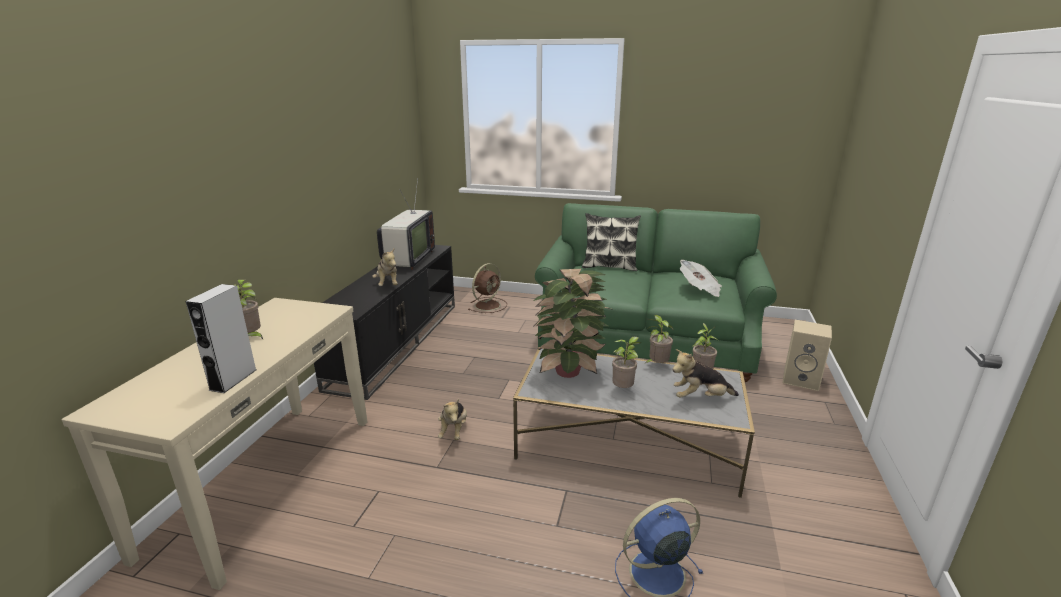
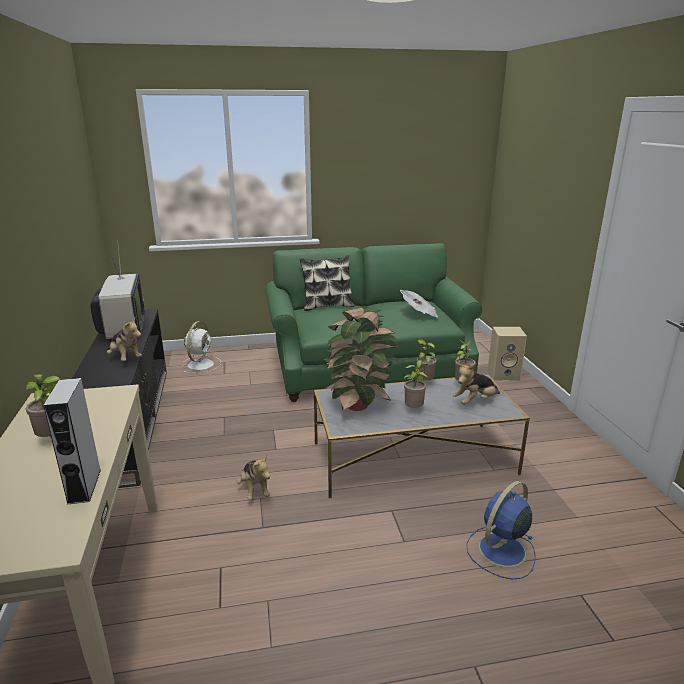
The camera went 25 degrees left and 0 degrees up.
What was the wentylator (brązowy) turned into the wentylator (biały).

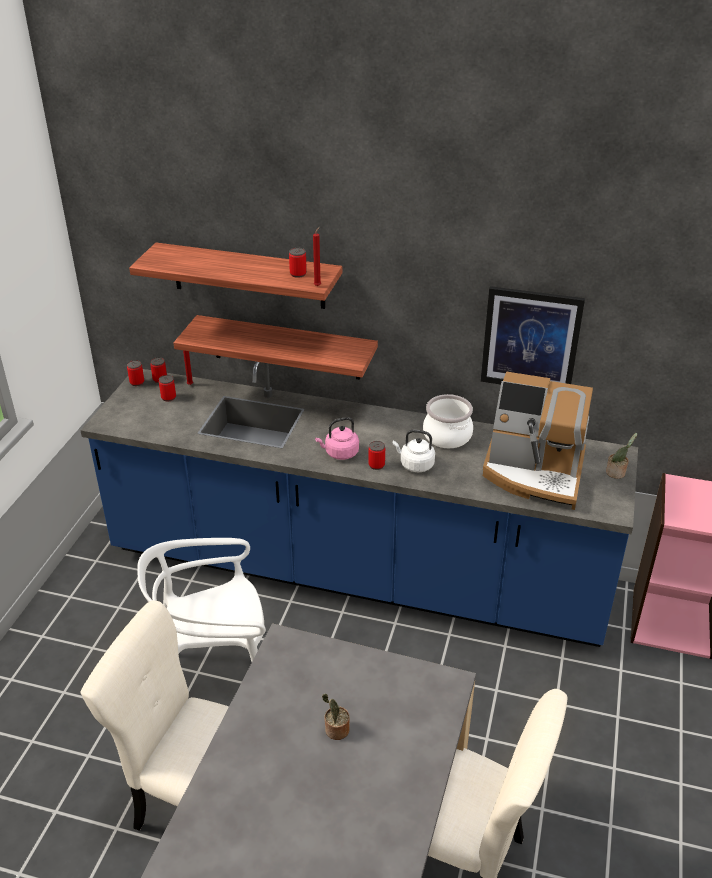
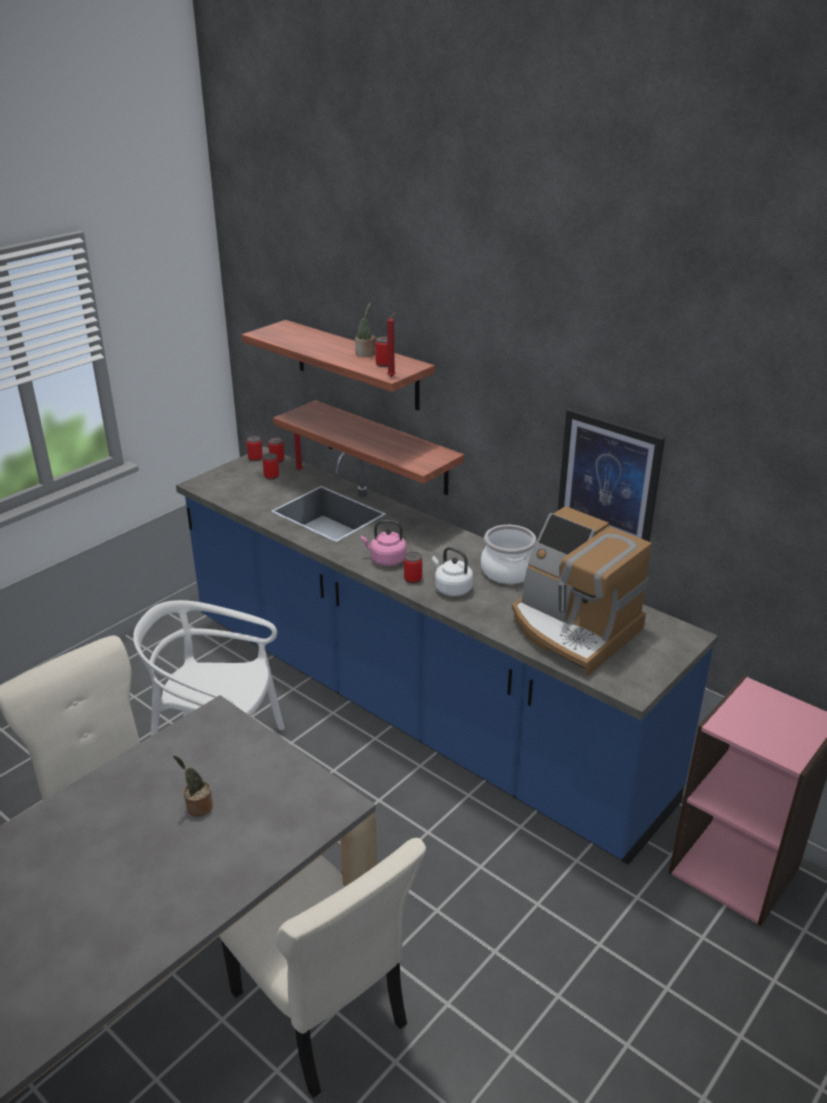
The camera went 25 degrees right and 5 degrees down.
The roślina doniczkowa (no. 2 from left) ended up elsewhere.

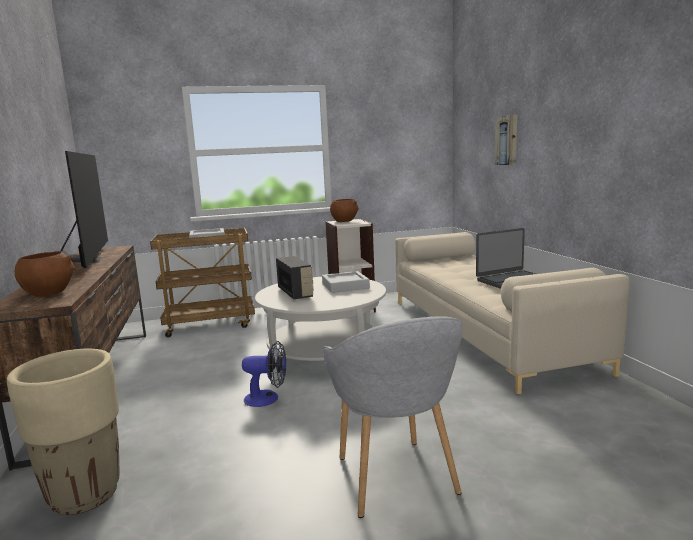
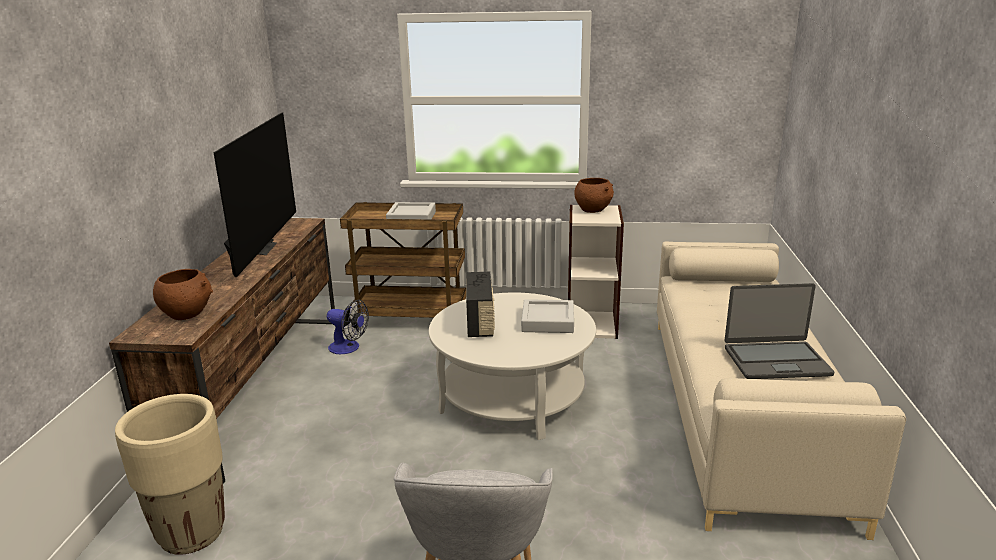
The camera went 20 degrees right and 10 degrees up.
The wentylator ended up elsewhere.
The second view lost the obraz.

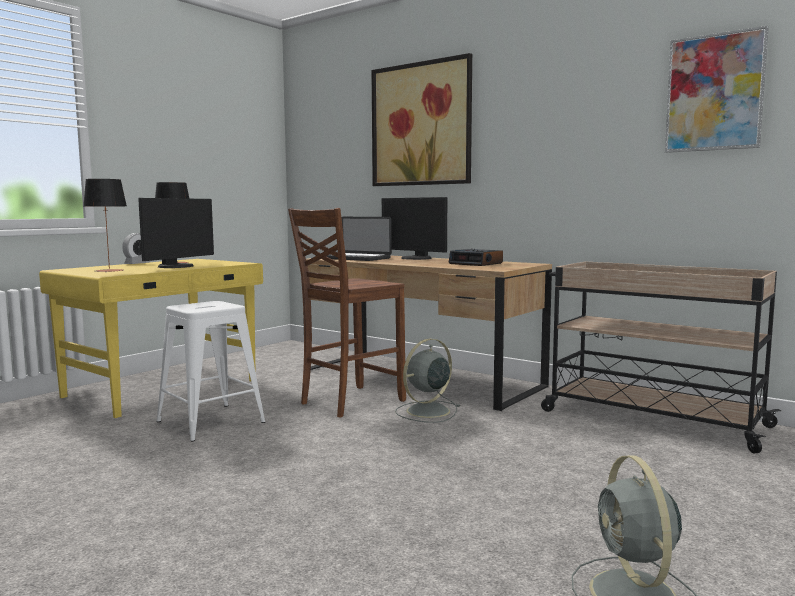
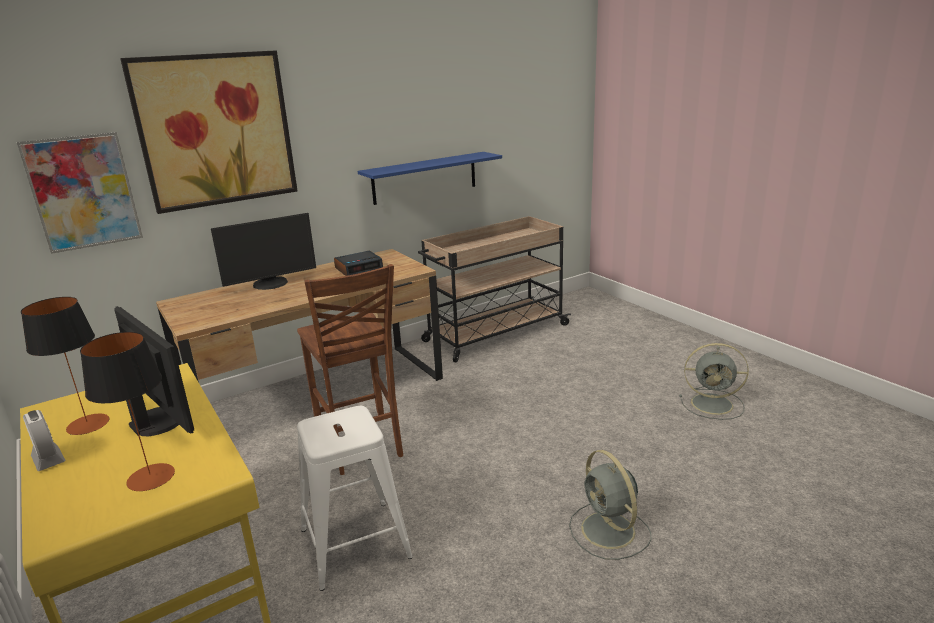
The camera went 70 degrees left and 15 degrees up.
The obraz (no. 2 from left in the first image) ended up elsewhere.
The second view gained the półka (niebieski).
The wentylator (szary) (no. 1 from left) ended up elsewhere.
The second view lost the laptop.

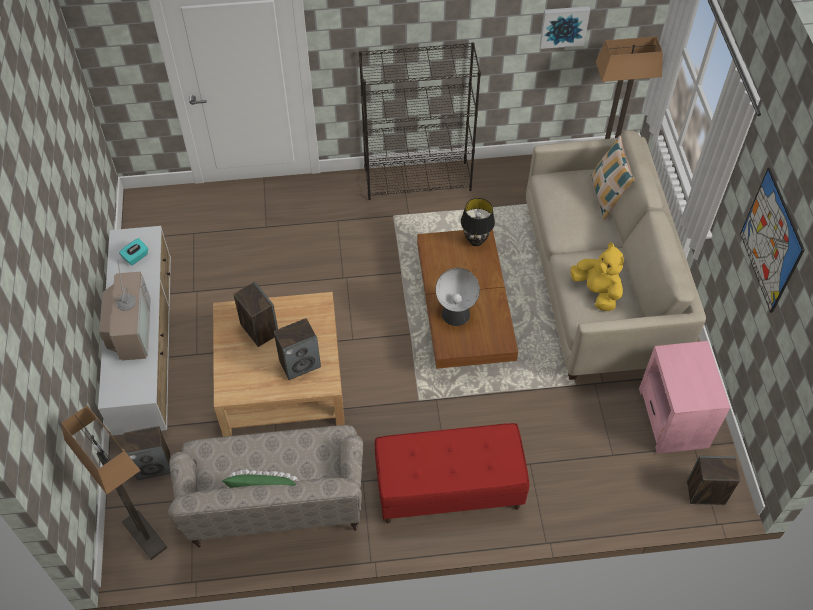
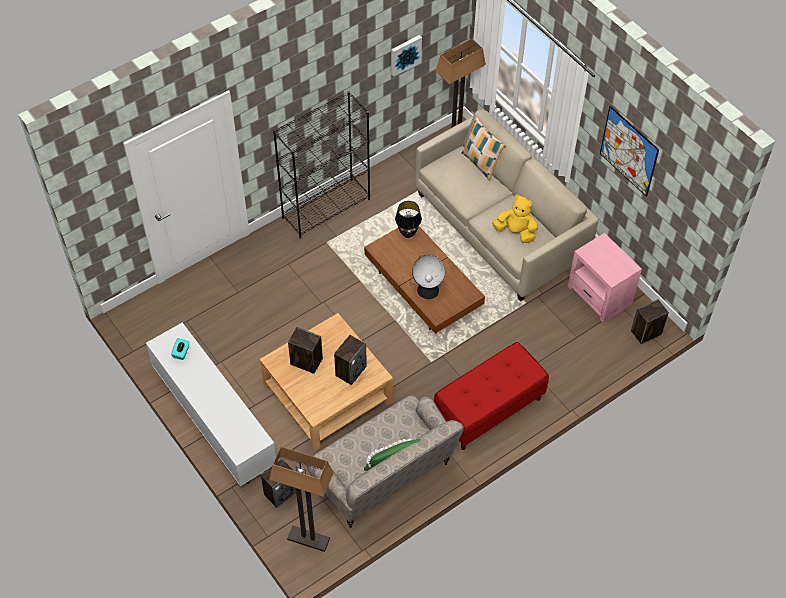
The camera went 30 degrees left and 0 degrees up.
The second view lost the telewizor.

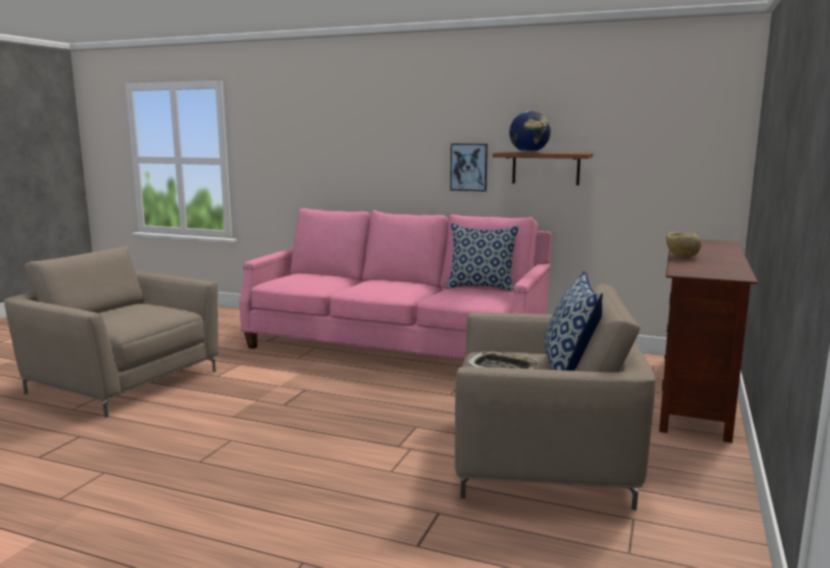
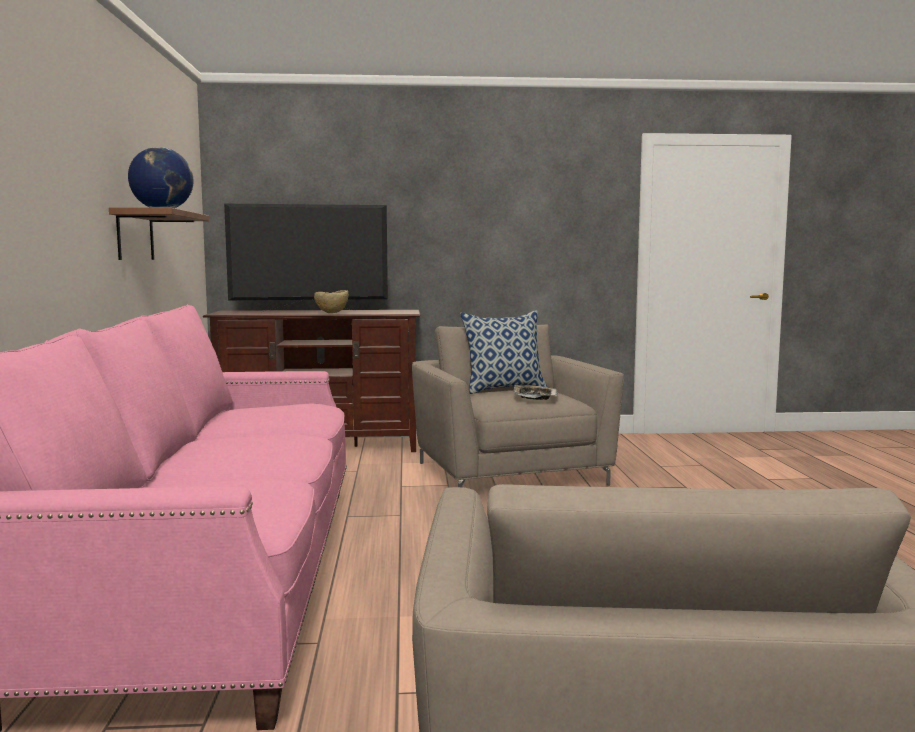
The camera went 115 degrees left and 5 degrees down.
The second view gained the telewizor.
The second view lost the poduszka (no. 1 from left).
The second view lost the obraz.

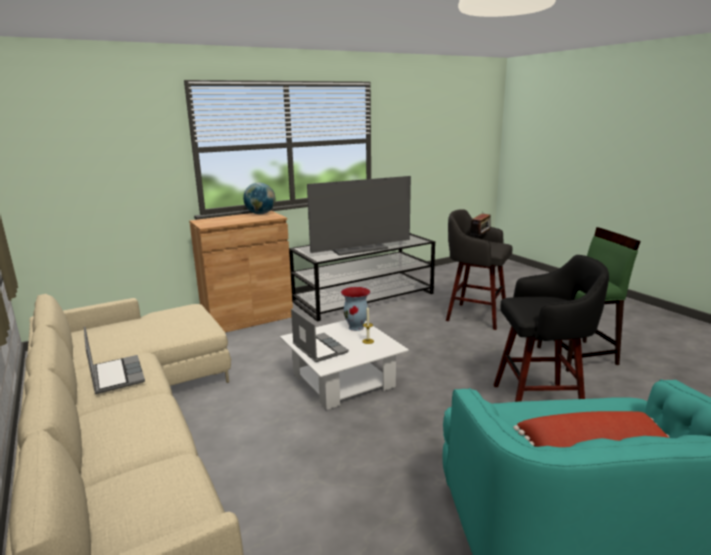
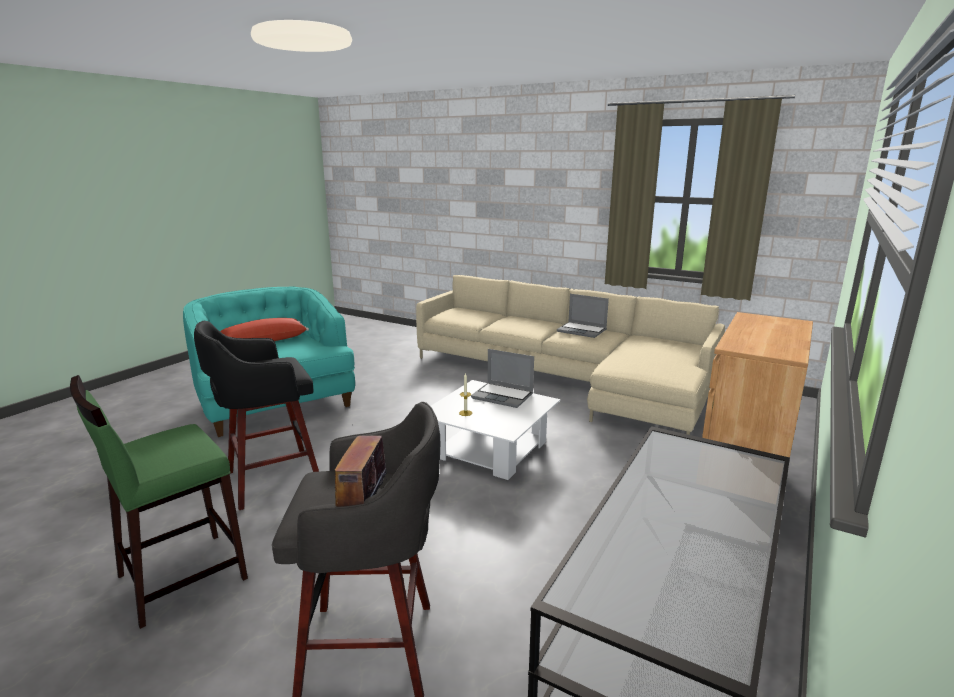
The camera went 150 degrees right and 0 degrees up.
The second view lost the globus.
The second view lost the telewizor.
The second view lost the wazon.

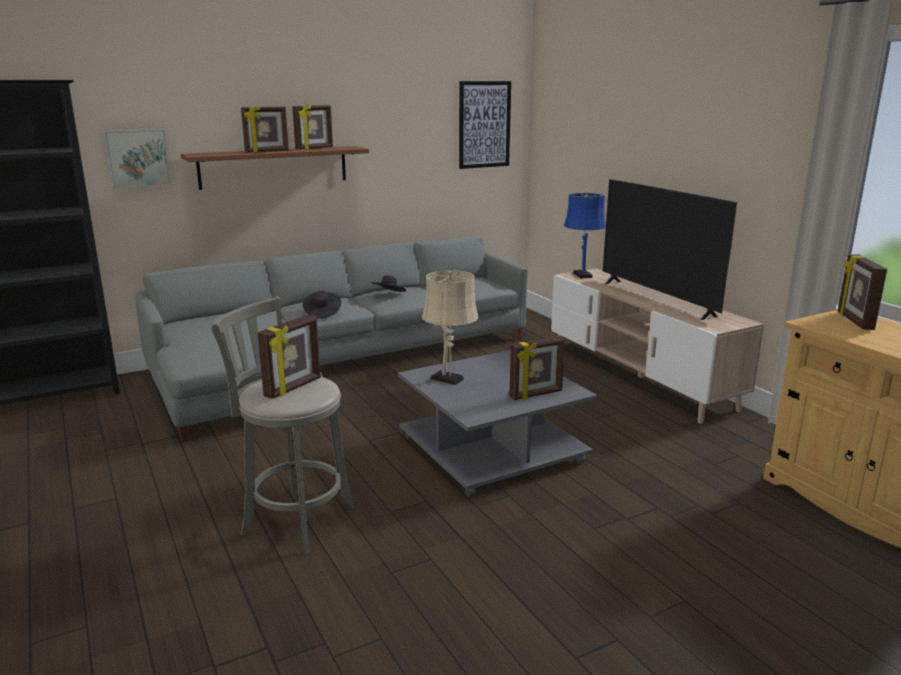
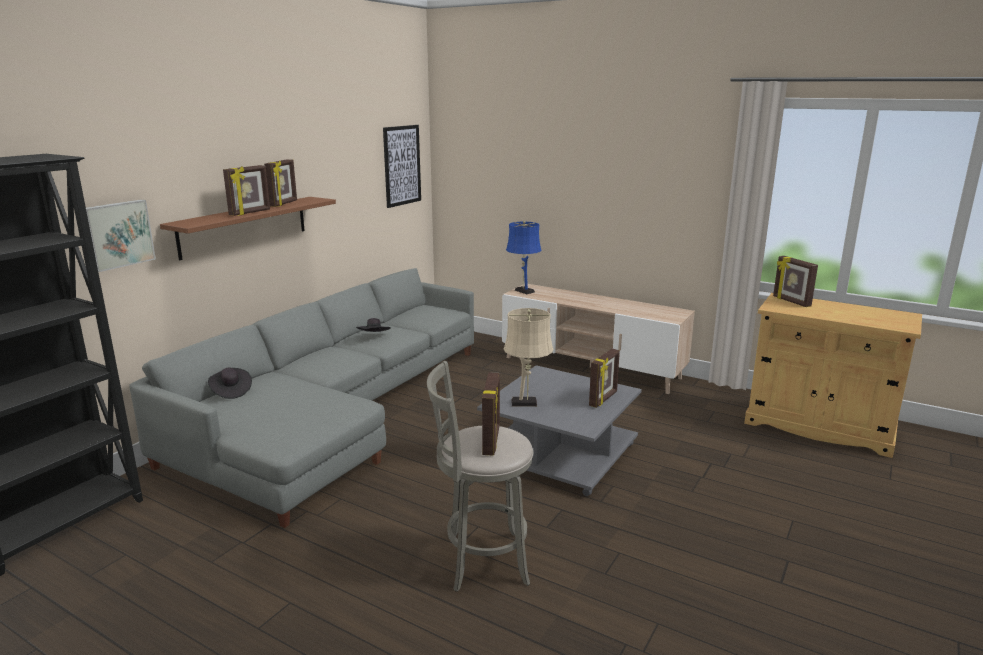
The camera went 30 degrees left and 0 degrees up.
The kapelusz (czarny) (no. 1 from left) ended up elsewhere.
The second view lost the telewizor.

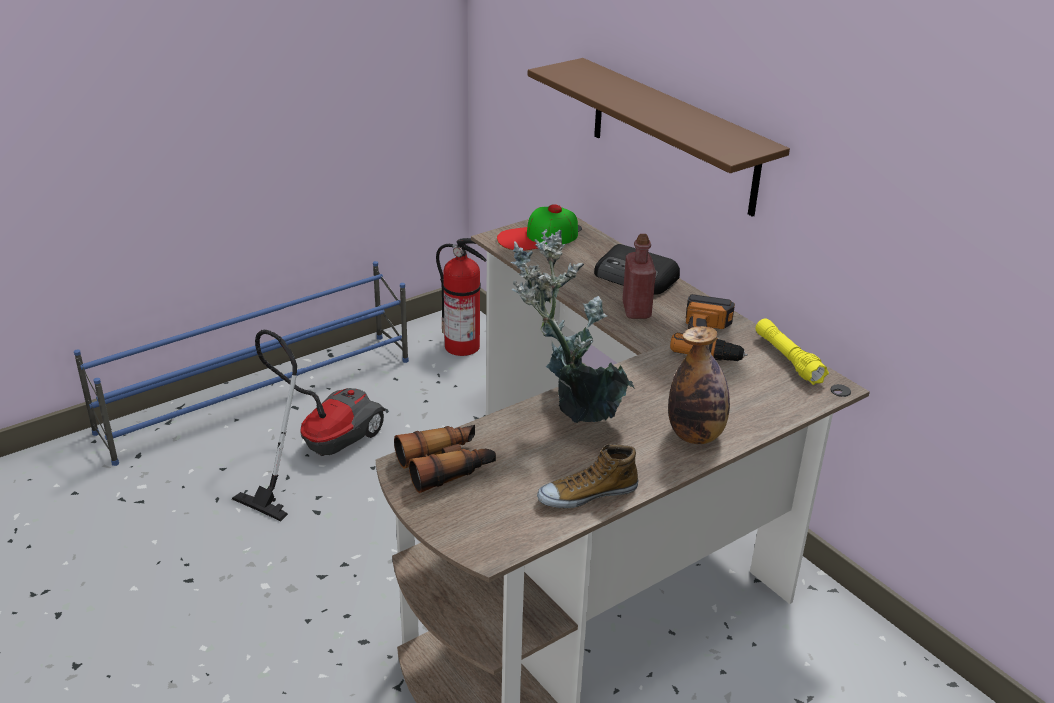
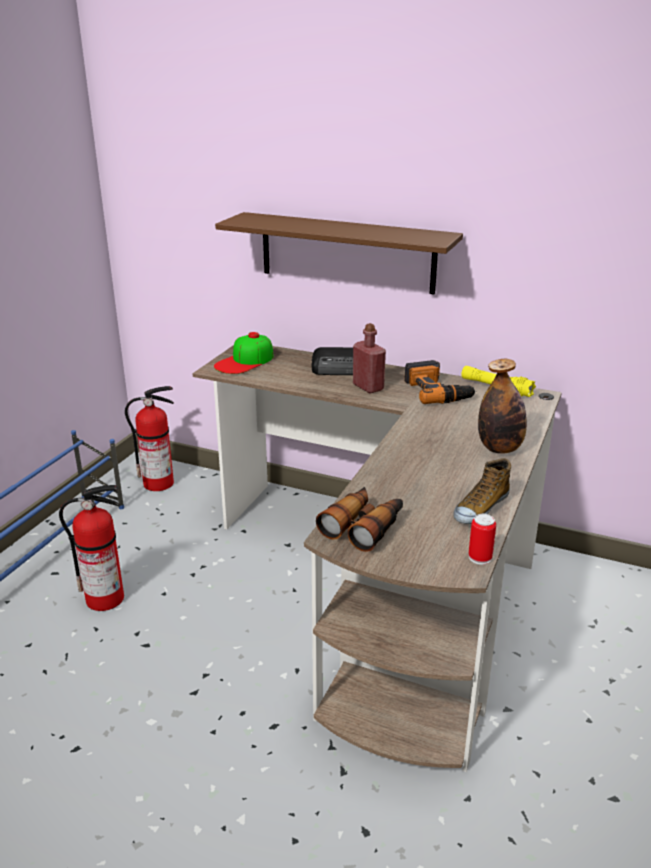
The camera went 30 degrees left and 5 degrees down.
Where the odkurzacz stood, the gaśnica (no. 1 from left) came to stand.
The second view gained the puszka.
The second view lost the roślina doniczkowa.

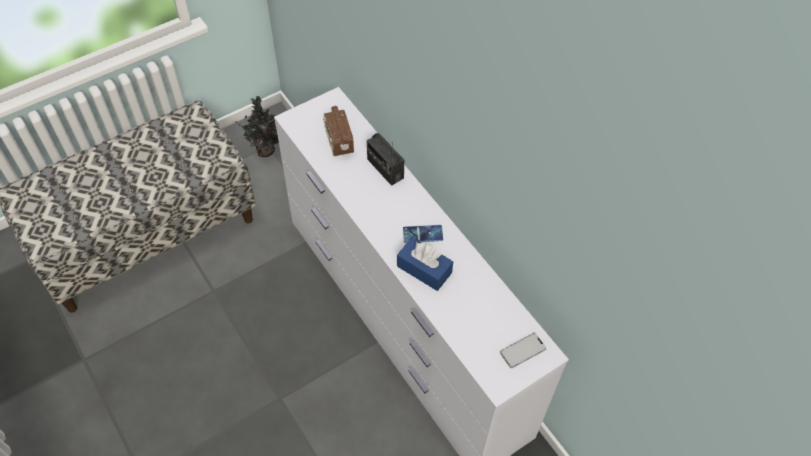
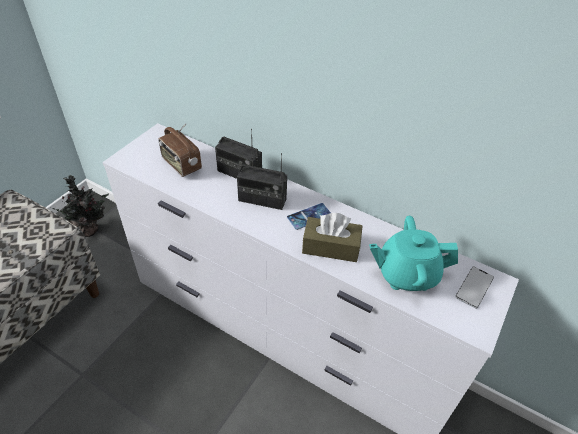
The camera went 25 degrees left and 10 degrees down.
The second view gained the radio (no. 3 from left).
What was the pudełko chusteczek (niebieski) turned into the pudełko chusteczek (brązowy).
The second view gained the imbryk (turkusowy).

